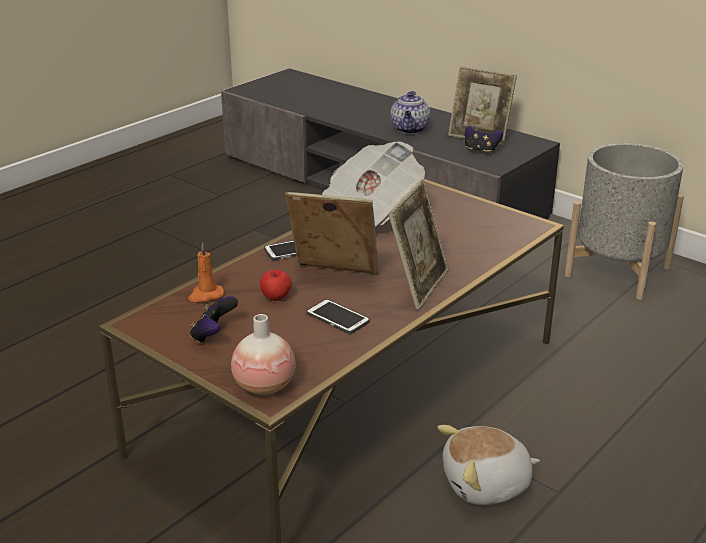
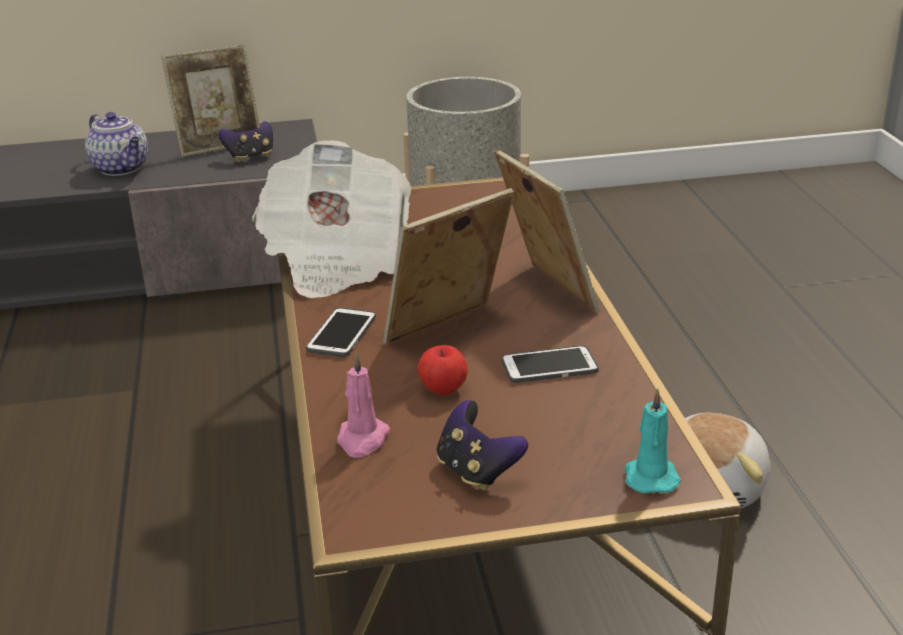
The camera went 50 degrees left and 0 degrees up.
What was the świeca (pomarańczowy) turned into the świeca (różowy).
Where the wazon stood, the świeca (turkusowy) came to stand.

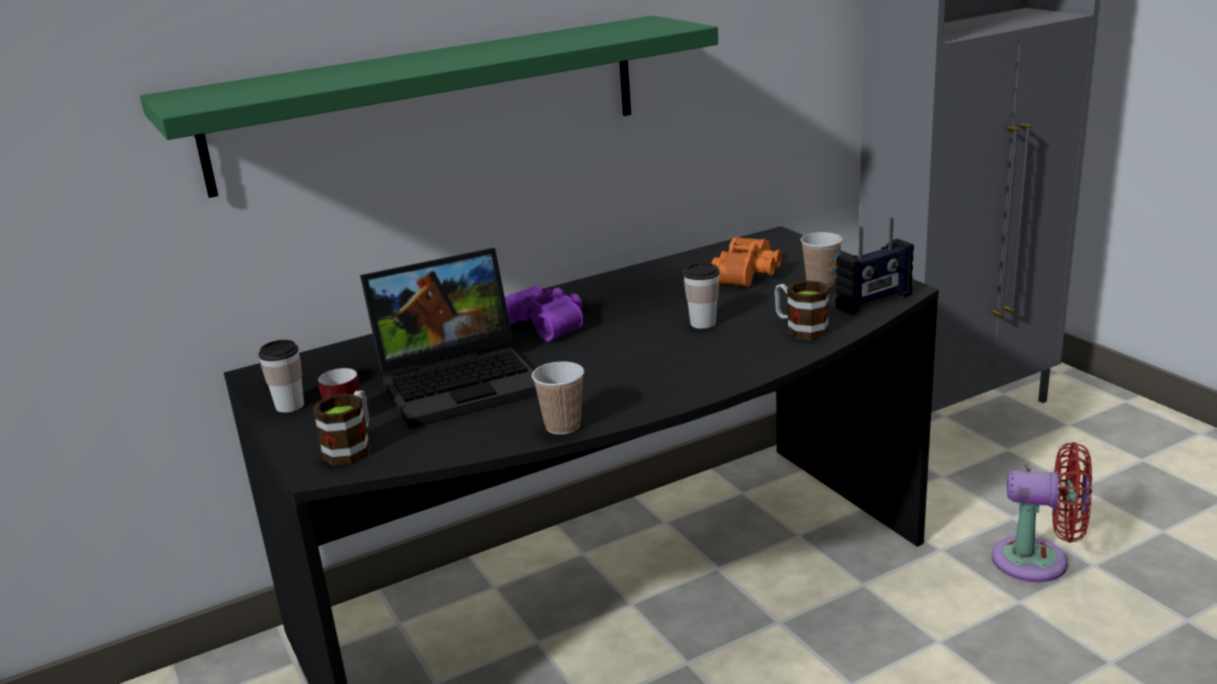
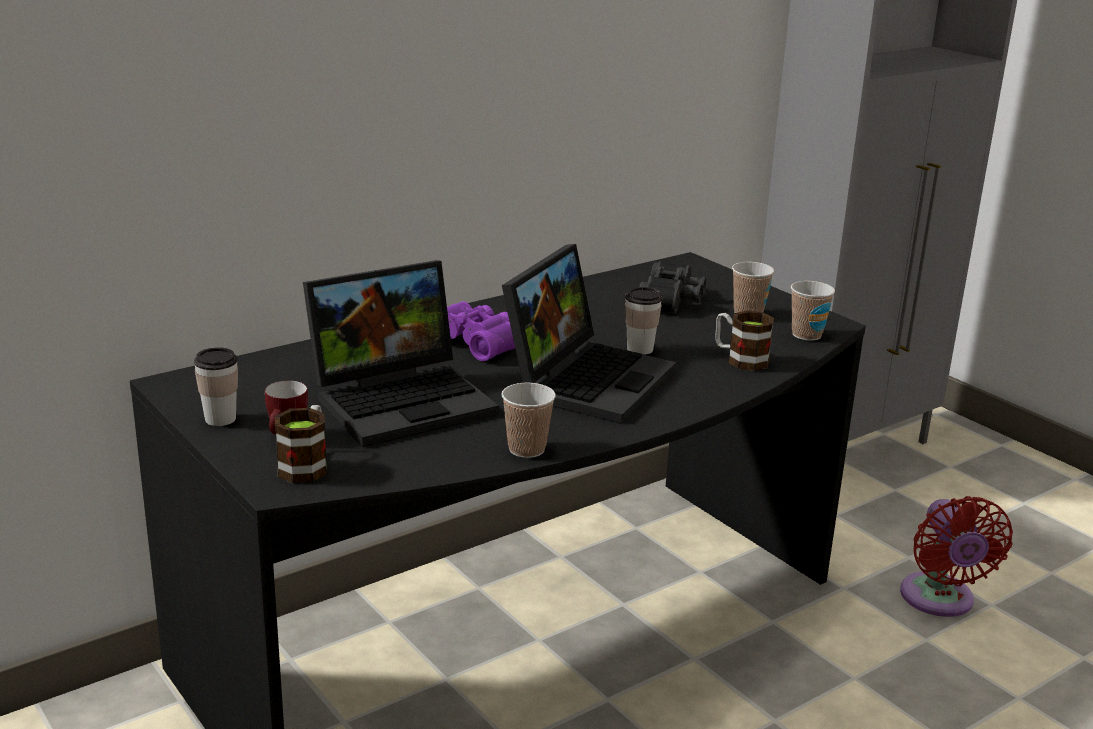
The camera went 10 degrees left and 0 degrees up.
The second view gained the laptop (no. 2 from left).
What was the lornetka (pomarańczowy) turned into the lornetka (czarny).
Where the radio stood, the filiżanka (no. 5 from left) came to stand.
The wentylator (czerwony) ended up facing another way, 75 degrees clockwise from before.
The second view lost the półka (zielony).

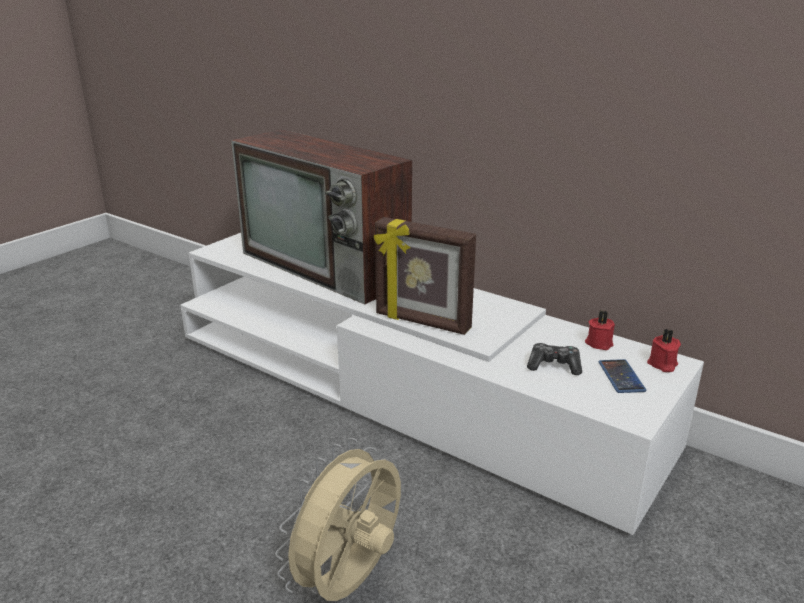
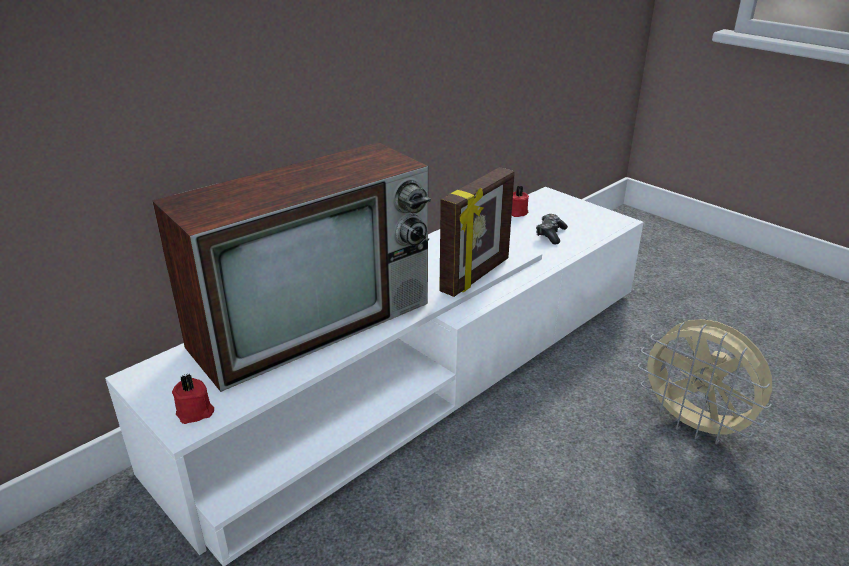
The camera went 80 degrees left and 5 degrees up.
The świeca (czerwony) (no. 2 from left in the first image) ended up elsewhere.
The second view lost the telefon.

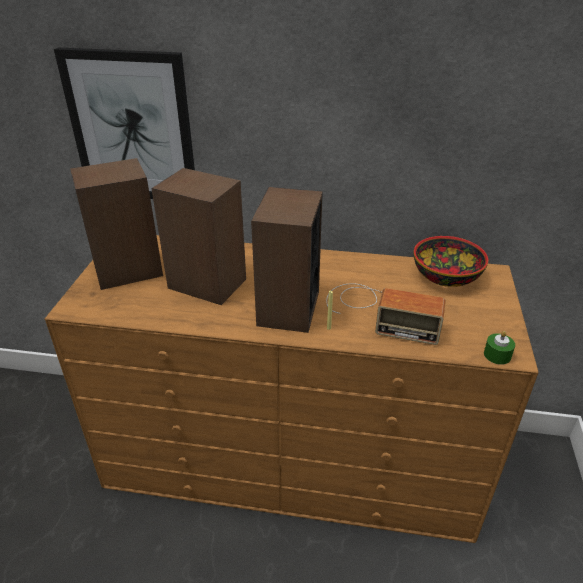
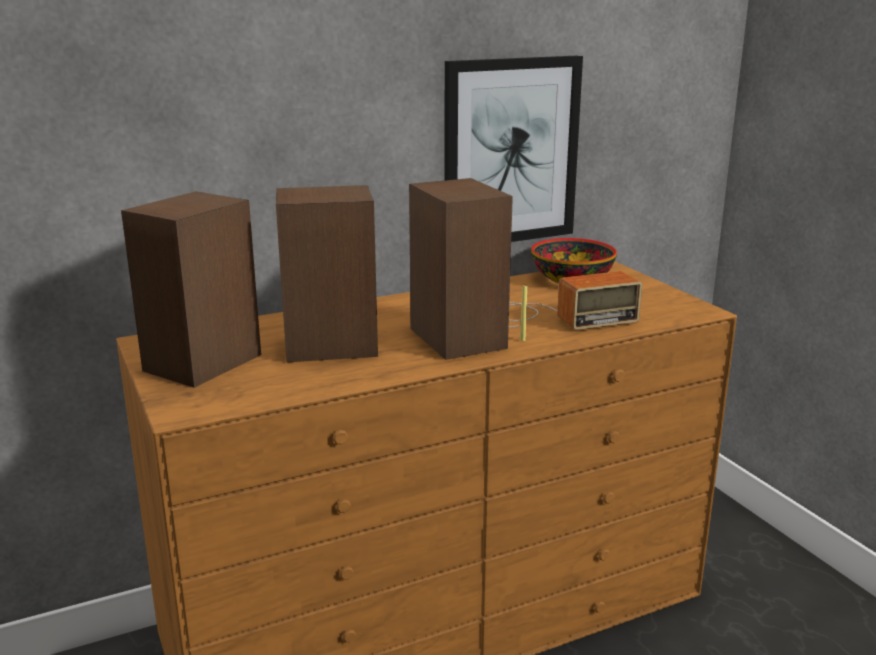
The camera went 35 degrees left and 15 degrees down.
The obraz ended up elsewhere.
The second view lost the świeca (zielony).

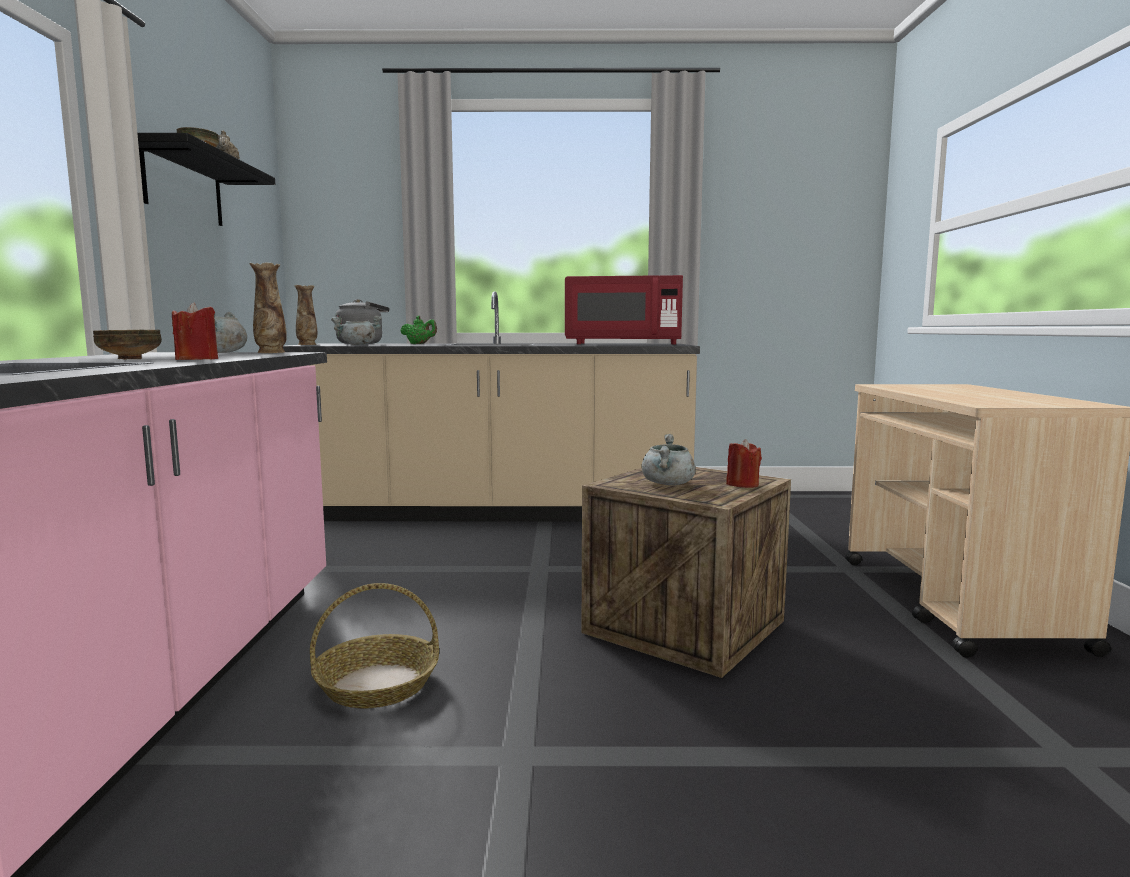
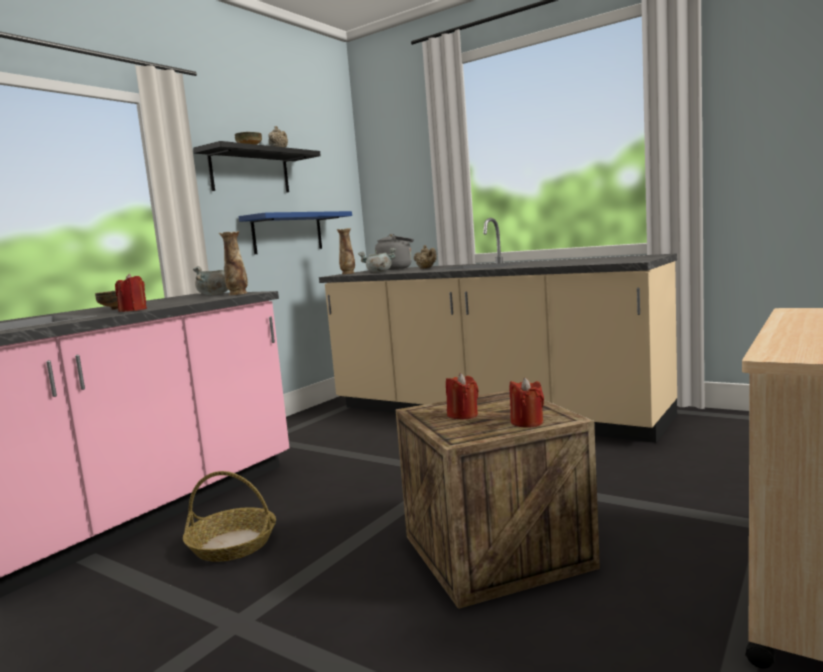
The camera went 35 degrees right and 0 degrees up.
The second view gained the półka (niebieski).
What was the imbryk (zielony) turned into the imbryk (beżowy) (no. 2 from left).
Where the garnek (szary) (no. 3 from left) stood, the świeca (czerwony) (no. 2 from left) came to stand.
The second view lost the mikrofalówka (czerwony).

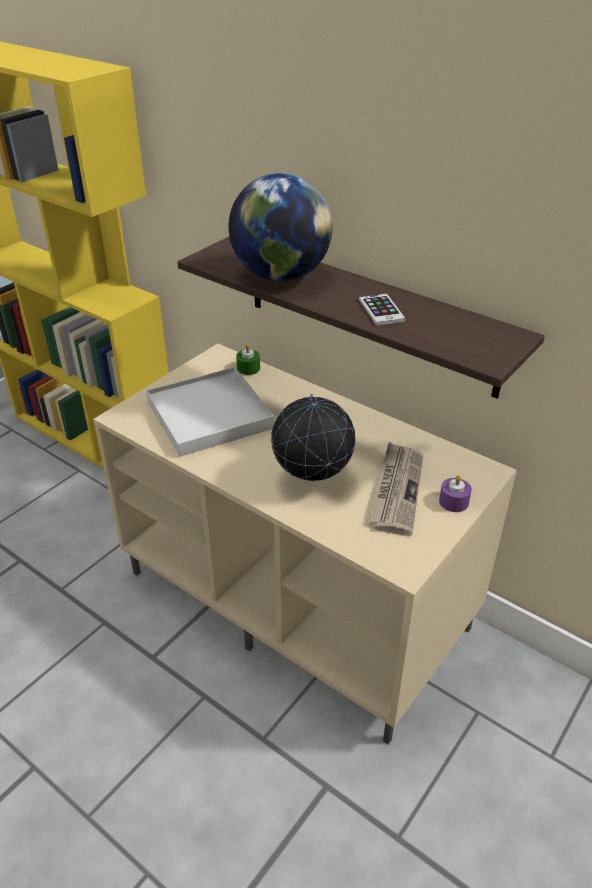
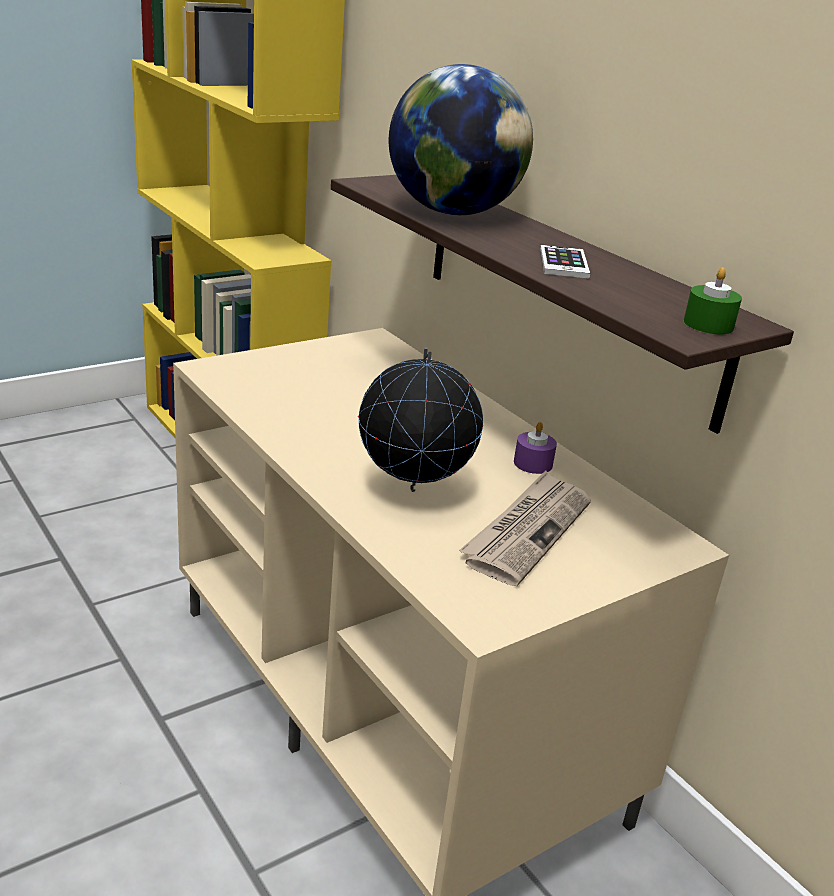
The camera went 15 degrees right and 10 degrees down.
The świeca (fioletowy) ended up elsewhere.
The świeca (zielony) ended up elsewhere.
The second view lost the taca (biały).

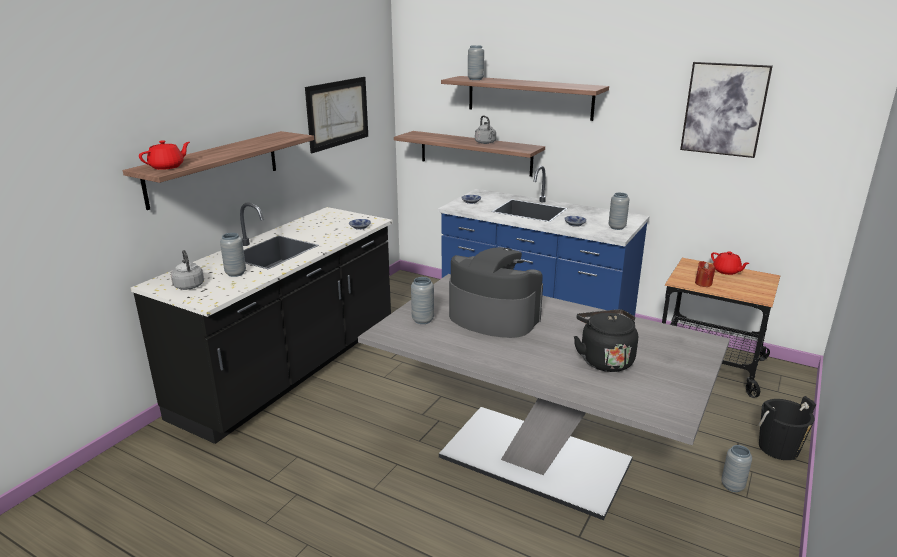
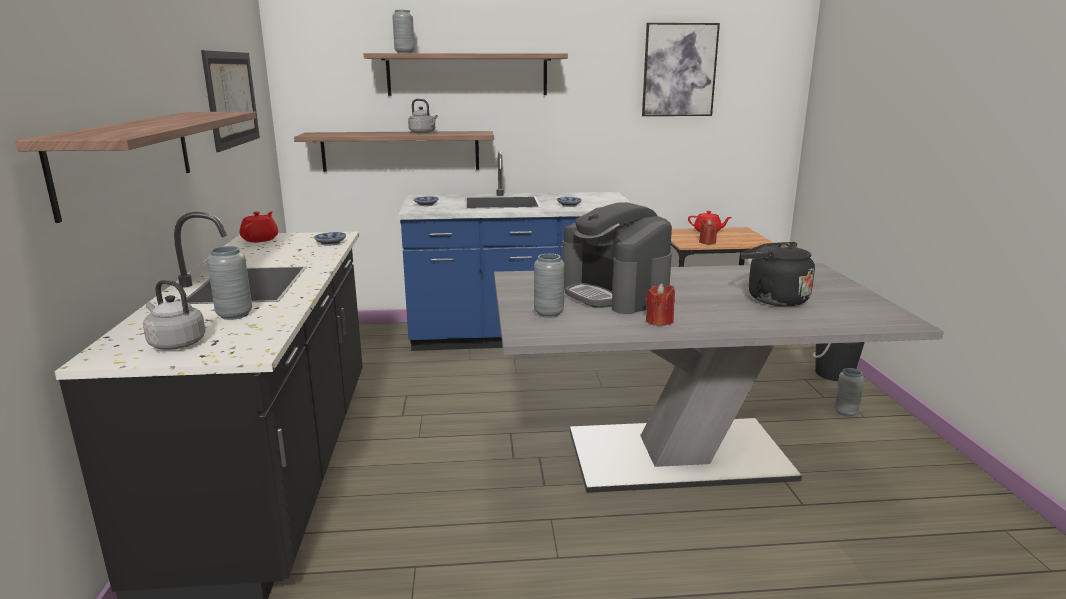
The camera went 35 degrees left and 5 degrees down.
The imbryk (czerwony) (no. 1 from left) ended up elsewhere.
The ekspres do kawy ended up facing another way, 120 degrees counterclockwise from before.
The second view gained the świeca (czerwony) (no. 1 from left).
The second view lost the wazon (szary) (no. 4 from left).

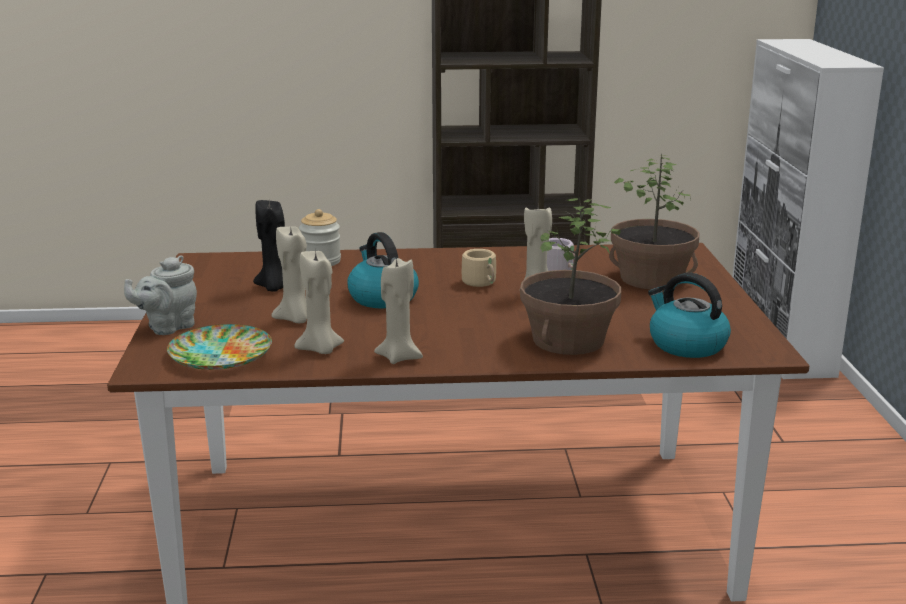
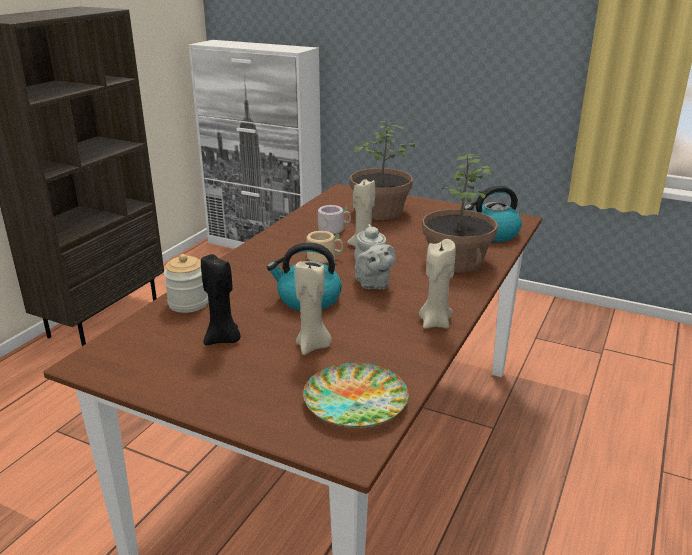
The camera went 60 degrees left and 5 degrees up.
The imbryk (szary) ended up elsewhere.
The second view lost the świeca (beżowy) (no. 2 from left).

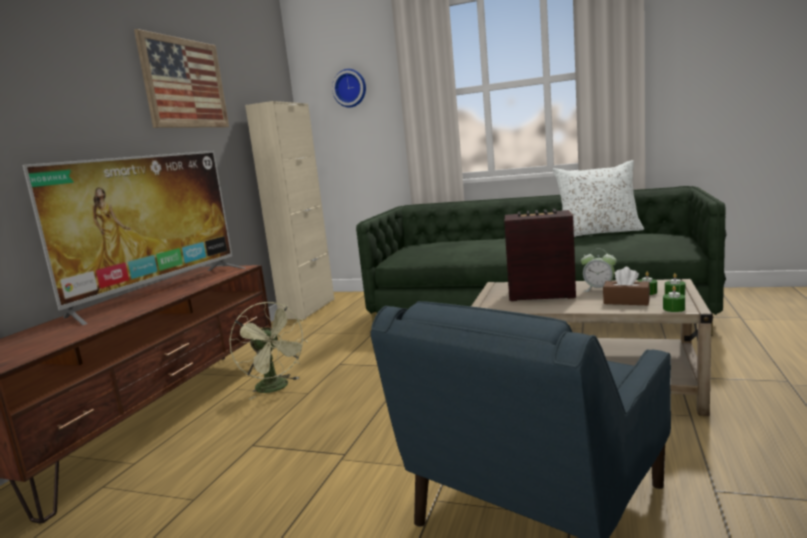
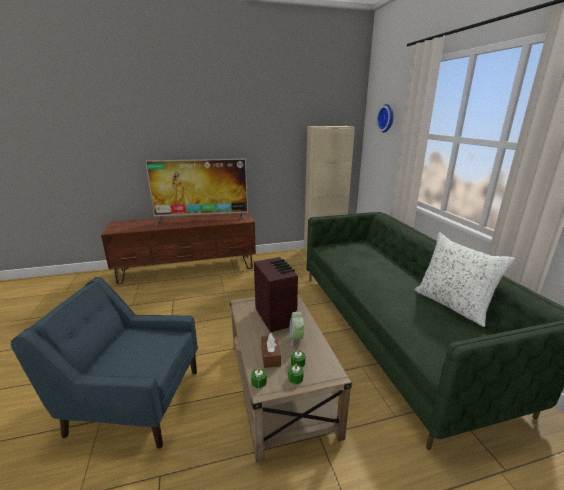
The camera went 55 degrees right and 10 degrees up.
The second view lost the obraz.
The second view lost the wentylator (zielony).

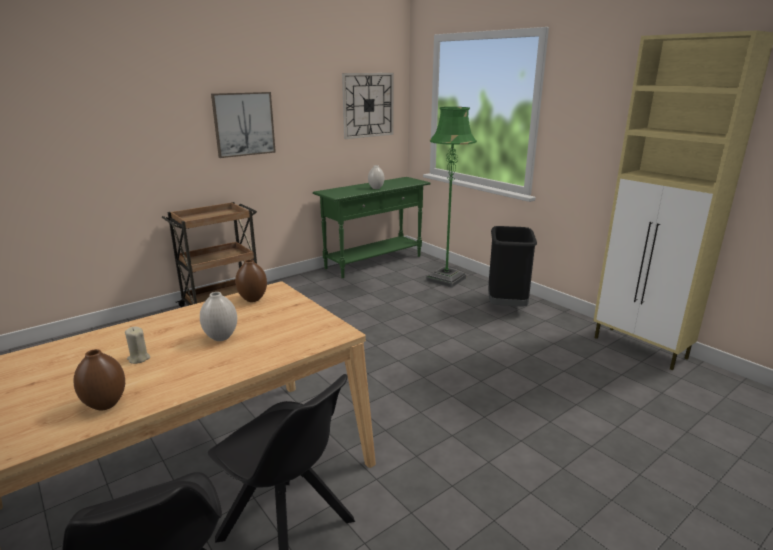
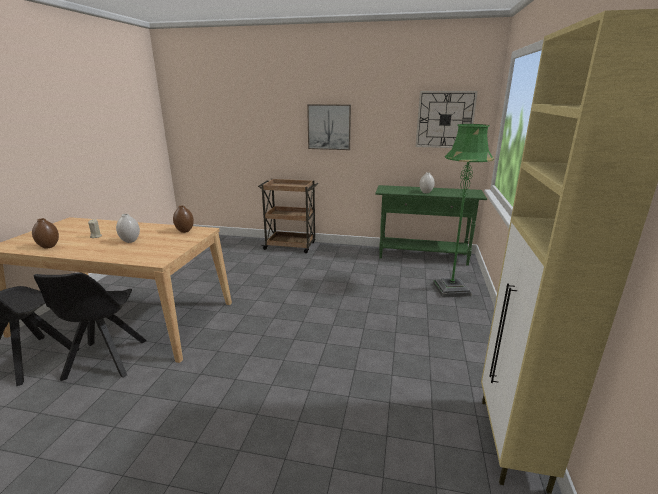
The camera went 50 degrees right and 0 degrees up.
The second view lost the kosz na śmieci (czarny).

